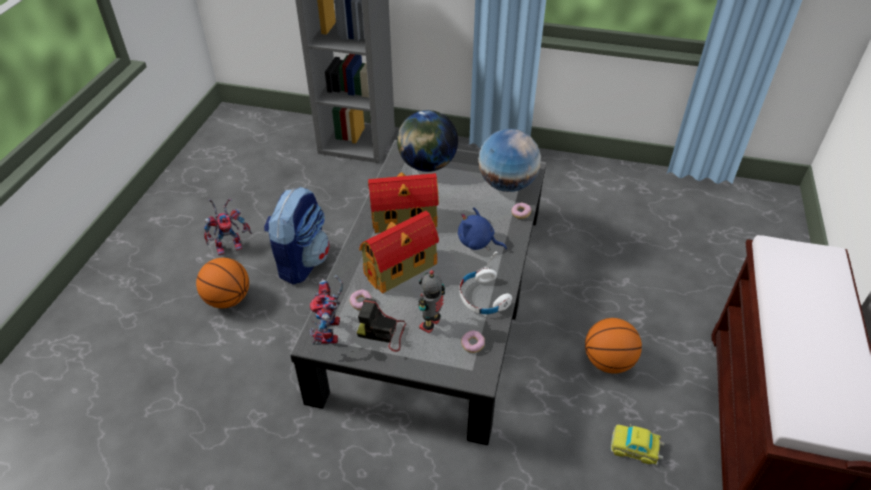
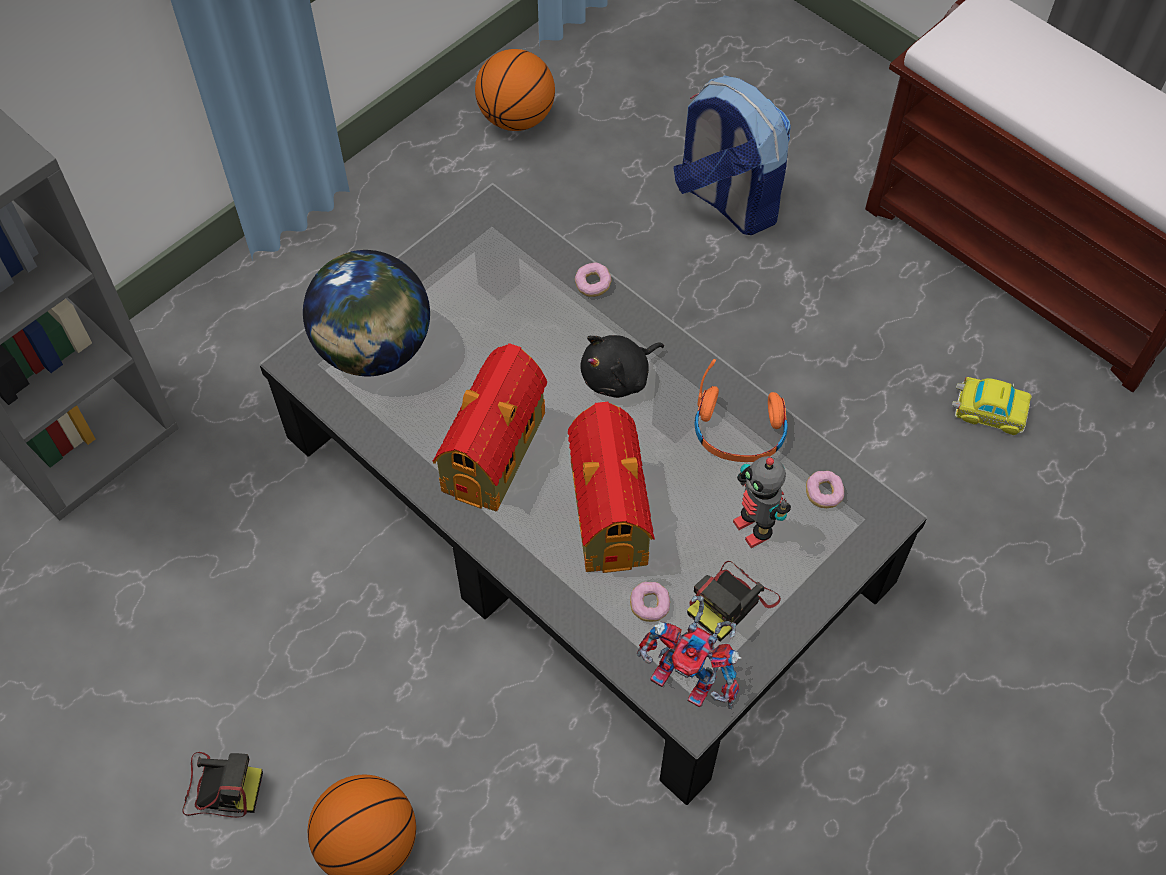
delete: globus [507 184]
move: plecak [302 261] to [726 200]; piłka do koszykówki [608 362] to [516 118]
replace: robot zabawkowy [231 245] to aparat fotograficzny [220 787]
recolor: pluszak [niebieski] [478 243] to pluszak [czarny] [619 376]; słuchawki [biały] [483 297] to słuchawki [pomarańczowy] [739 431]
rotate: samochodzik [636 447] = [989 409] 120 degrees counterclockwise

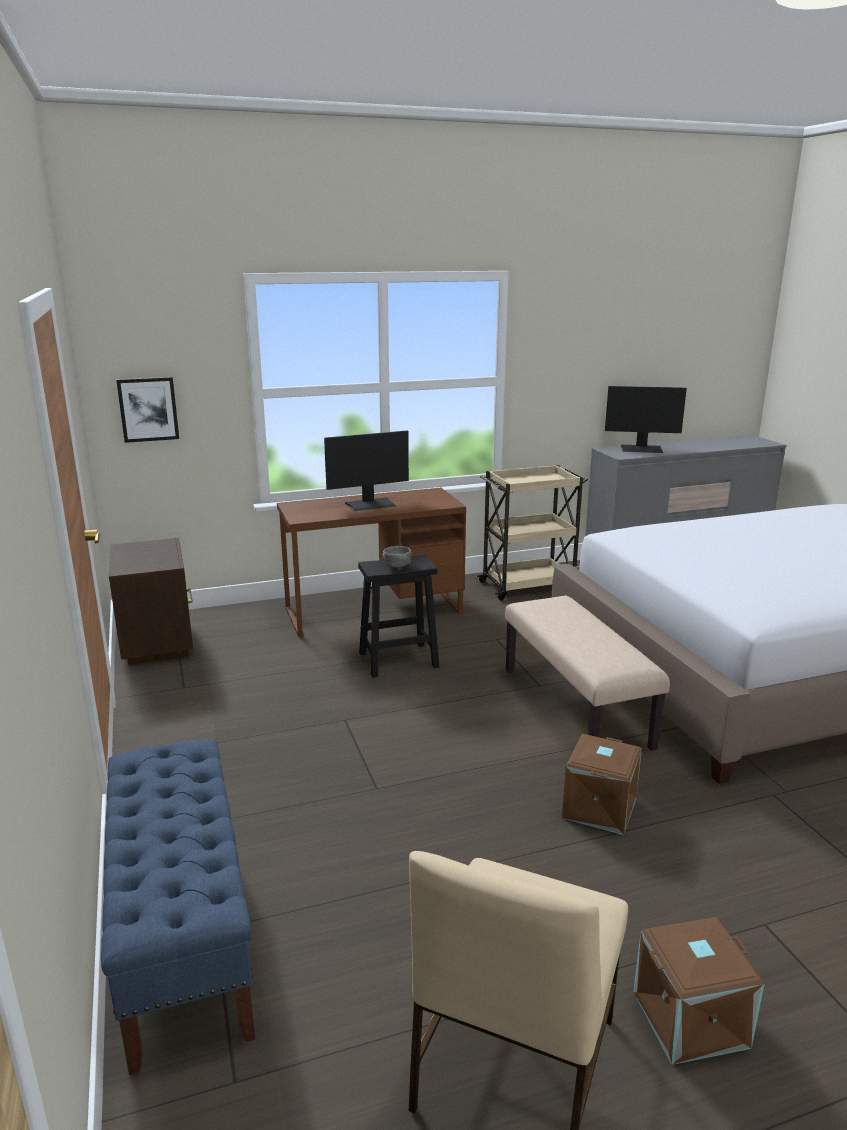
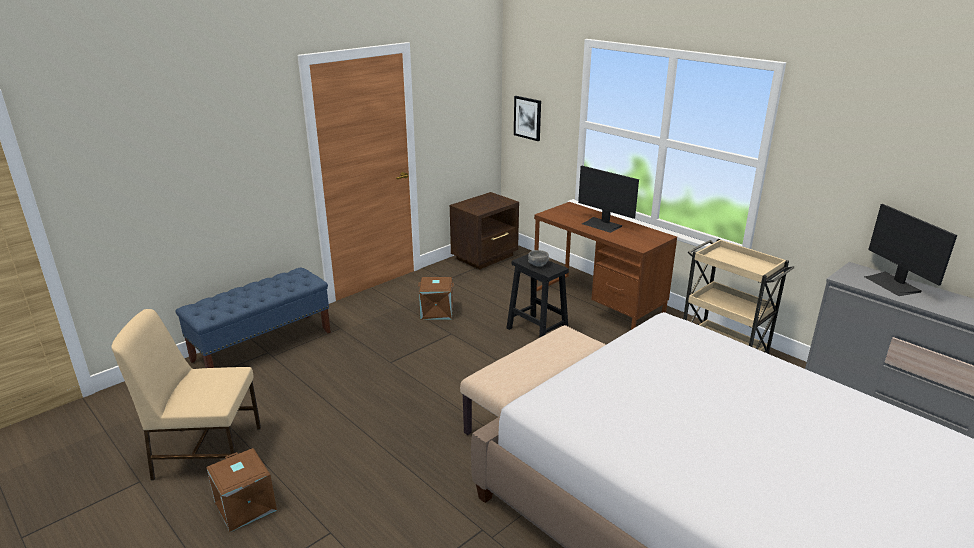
move: pojemnik do przechowywania [brązowy] [598 807] to [437 311]

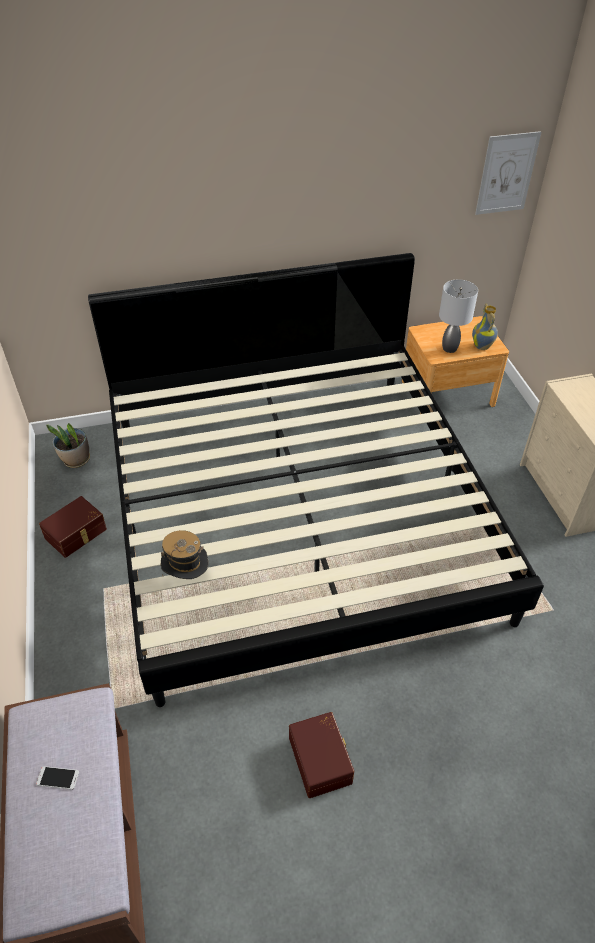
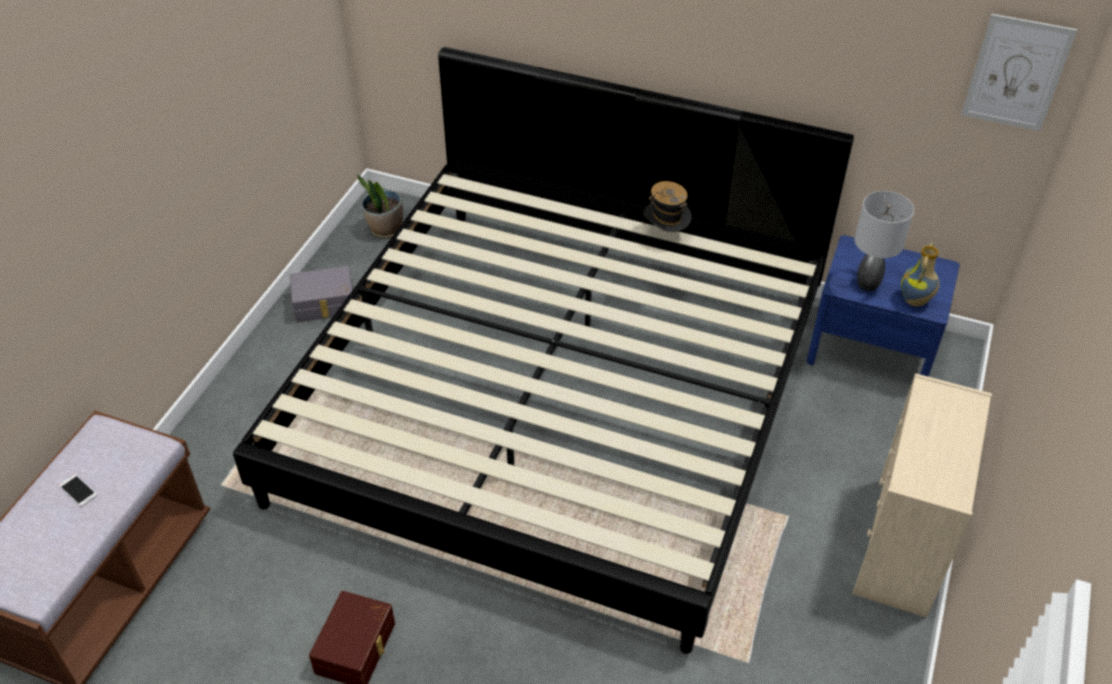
move: kapelusz [187 576] to [665 235]
recolor: pojemnik do przechowywania [brązowy] [77 534] to pojemnik do przechowywania [szary] [325 304]; szafka nocna [brązowy] [447 393] to szafka nocna [niebieski] [871 348]

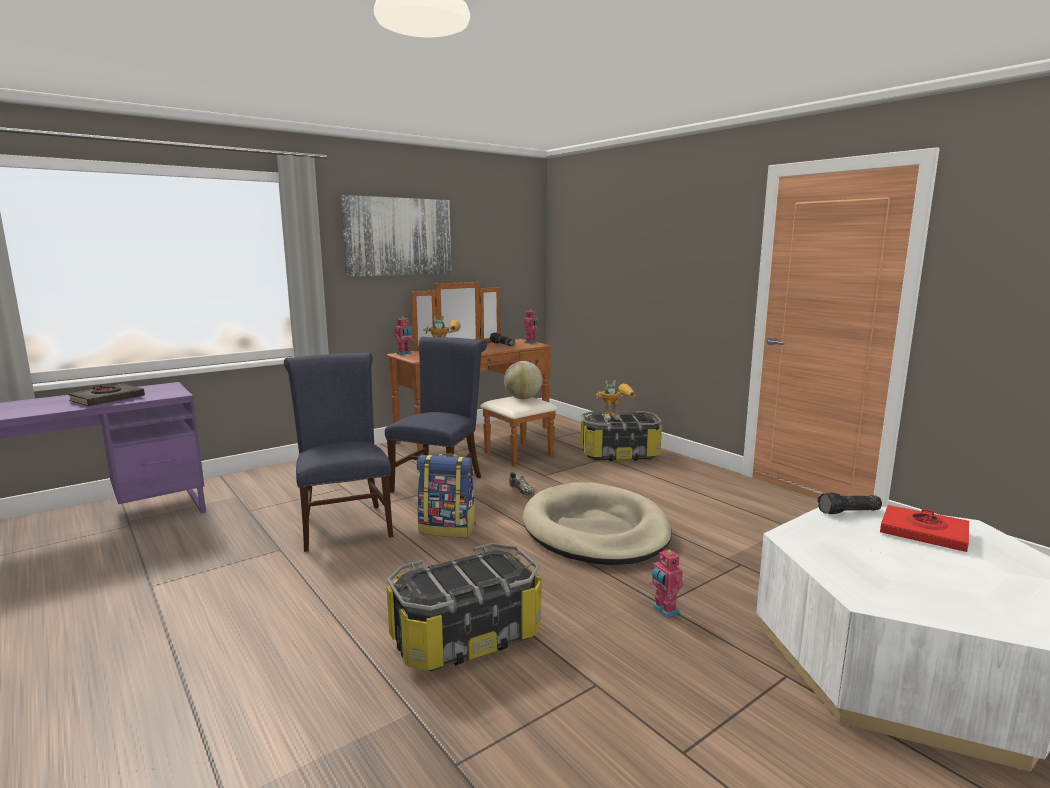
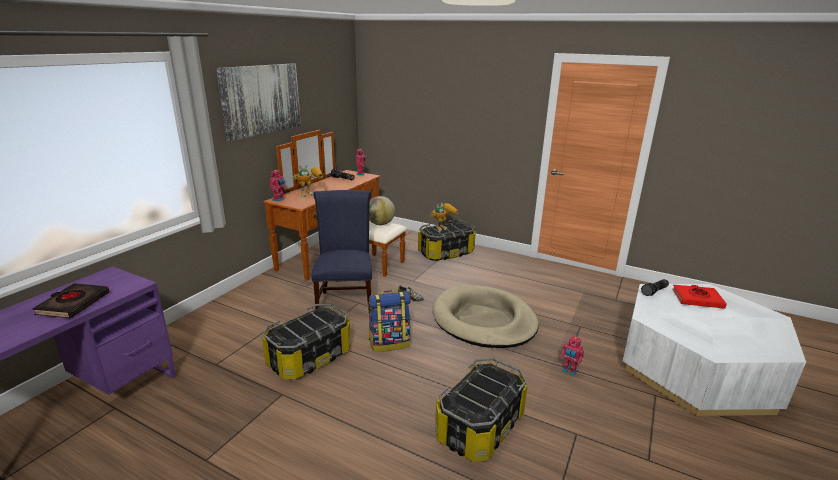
replace: krzesło [niebieski] [344 524] to pojemnik do przechowywania [309 357]

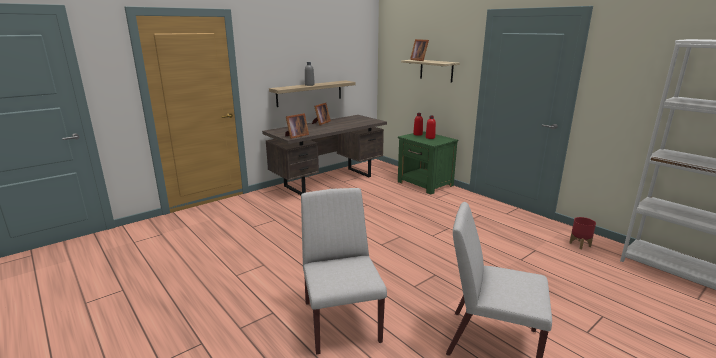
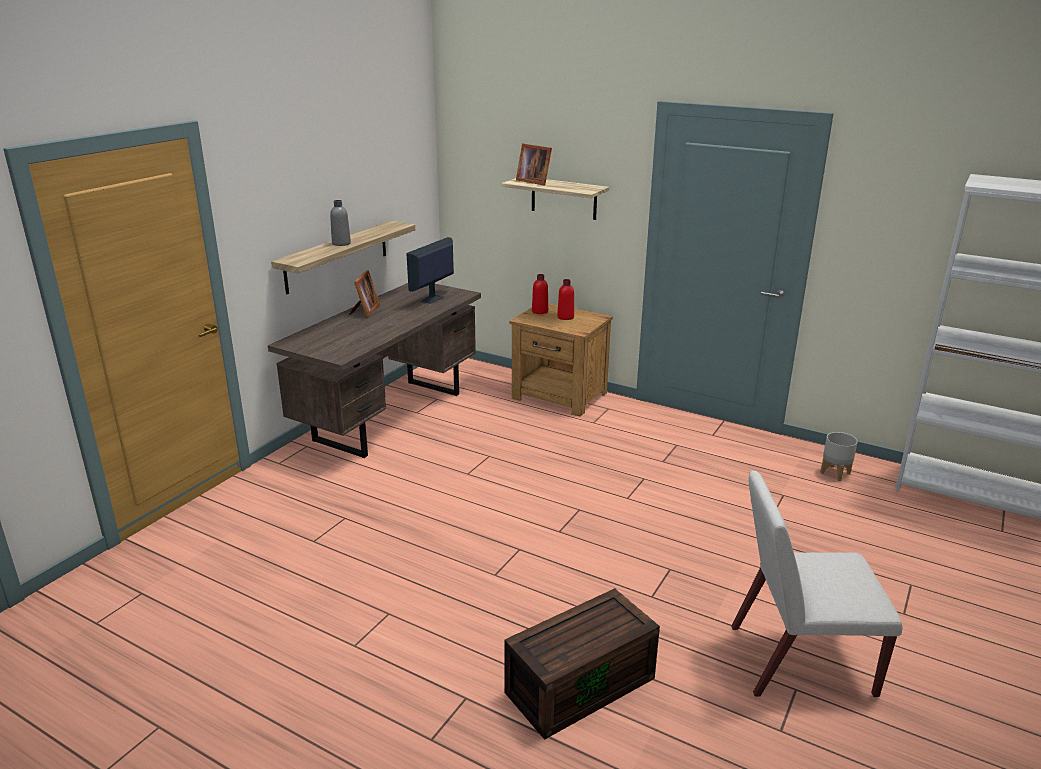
delete: ramka na zdjęcie [296 136]
insert: monitor [432 299]
replace: krzesło [biały] [341 321] to pojemnik do przechowywania [brązowy] [580 683]
recolor: szafka nocna [zielony] [425 184] to szafka nocna [brązowy] [560 396]; donica [czerwony] [580 245] to donica [szary] [835 473]

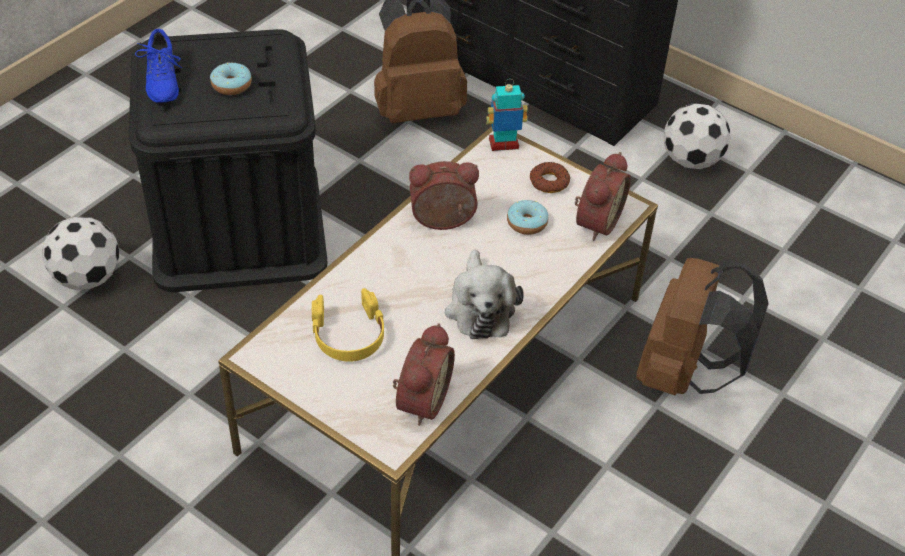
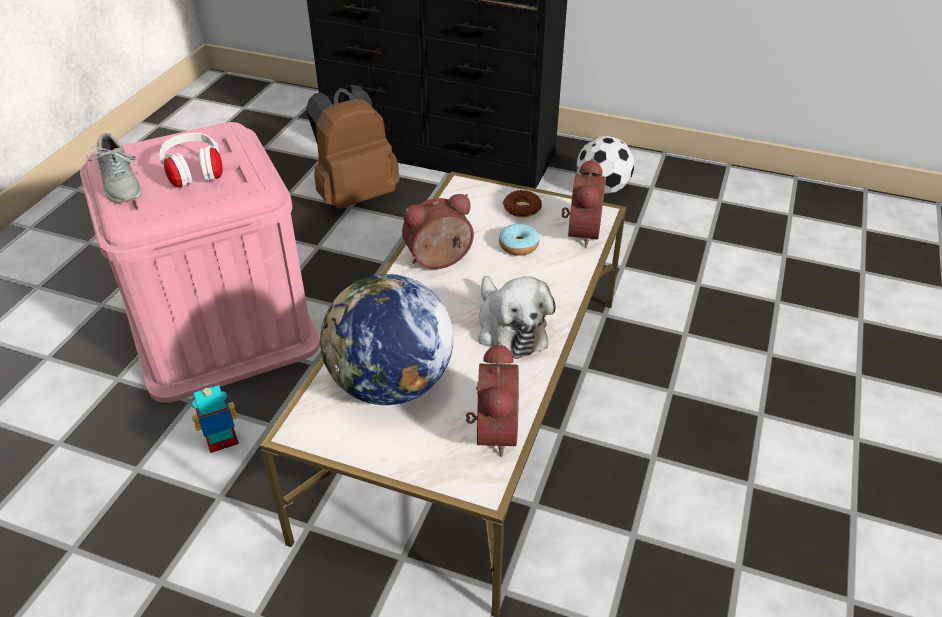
delete: piłka futbolowa [88 277]; plecak [brązowy] [683 373]
move: robot zabawkowy [504 145] to [222 442]
replace: donut [231 85] to słuchawki [biały] [195 174]; słuchawki [żółty] [348 334] to globus [390 384]
recolor: pojemnik do przechowywania [czarny] [238 225] to pojemnik do przechowywania [różowy] [221 325]; but [niebieski] [162 81] to but [szary] [120 184]

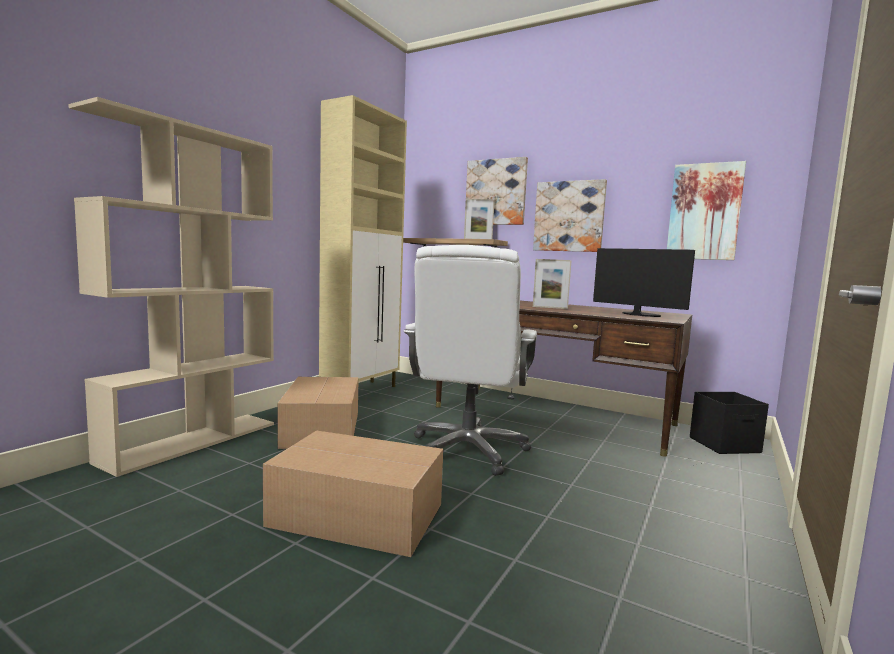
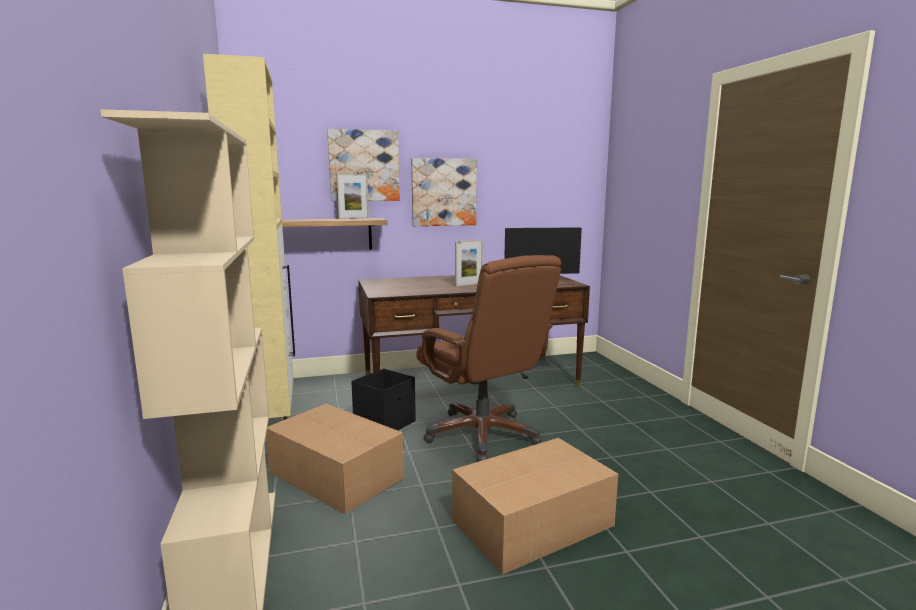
delete: obraz [704 212]
move: pojemnik do przechowywania [czarny] [725 445] to [385 423]
recolor: krzesło biurowe [biały] [468 450] to krzesło biurowe [brązowy] [483 435]

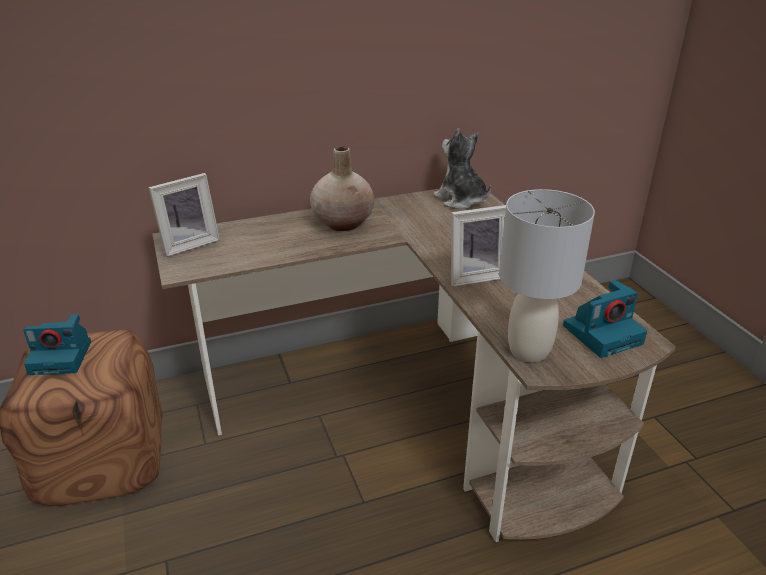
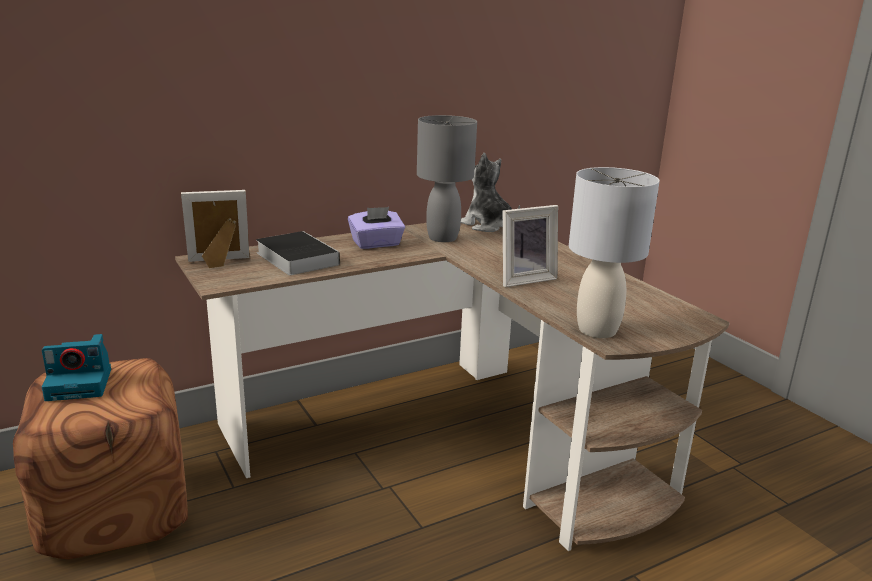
delete: aparat fotograficzny [603 333]
insert: książka [295 258]; lampa stołowa [szary] [443 238]
replace: wazon [beżowy] [343 223] to pudełko chusteczek [fioletowy] [376 244]
rotate: ramka na zdjęcie [188 244] = [219 262] 150 degrees counterclockwise

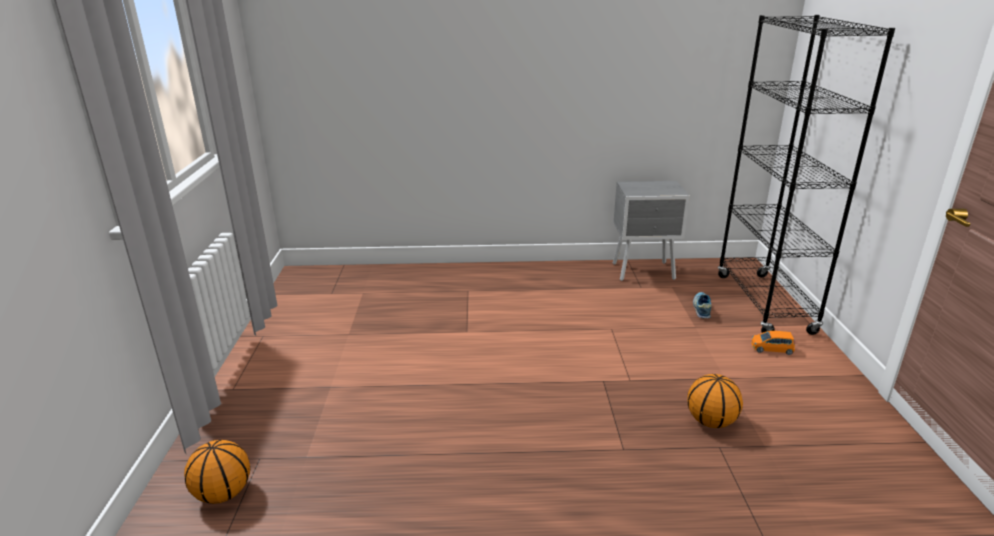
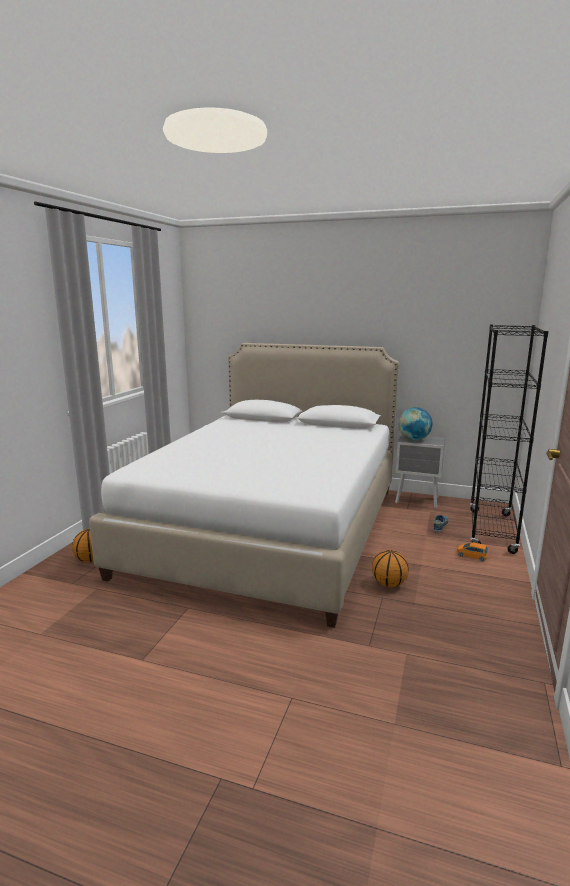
insert: łóżko [biały] [270 528]; globus [414 439]

